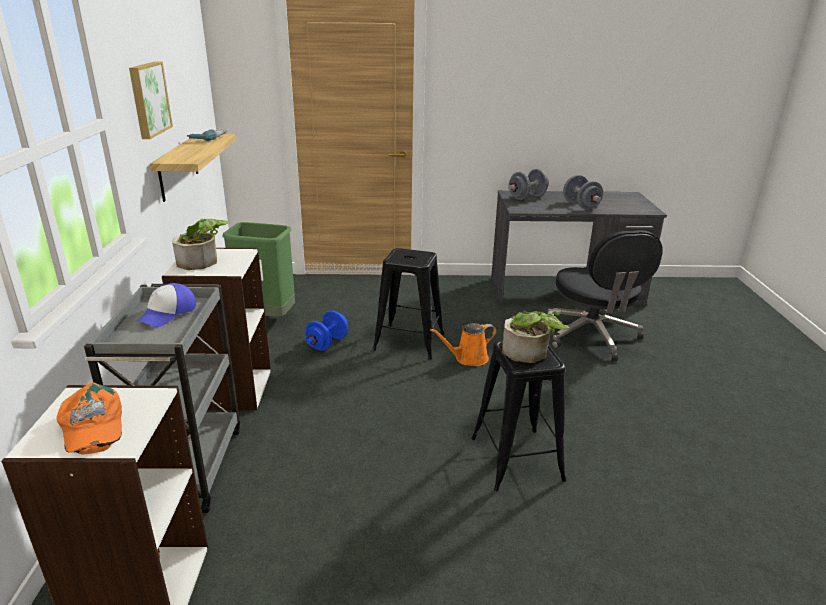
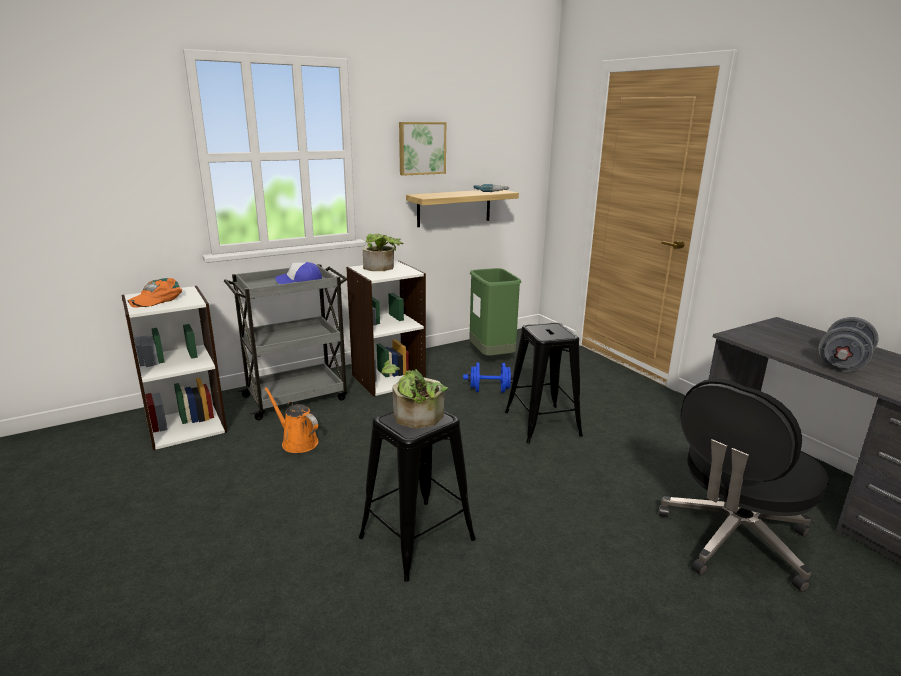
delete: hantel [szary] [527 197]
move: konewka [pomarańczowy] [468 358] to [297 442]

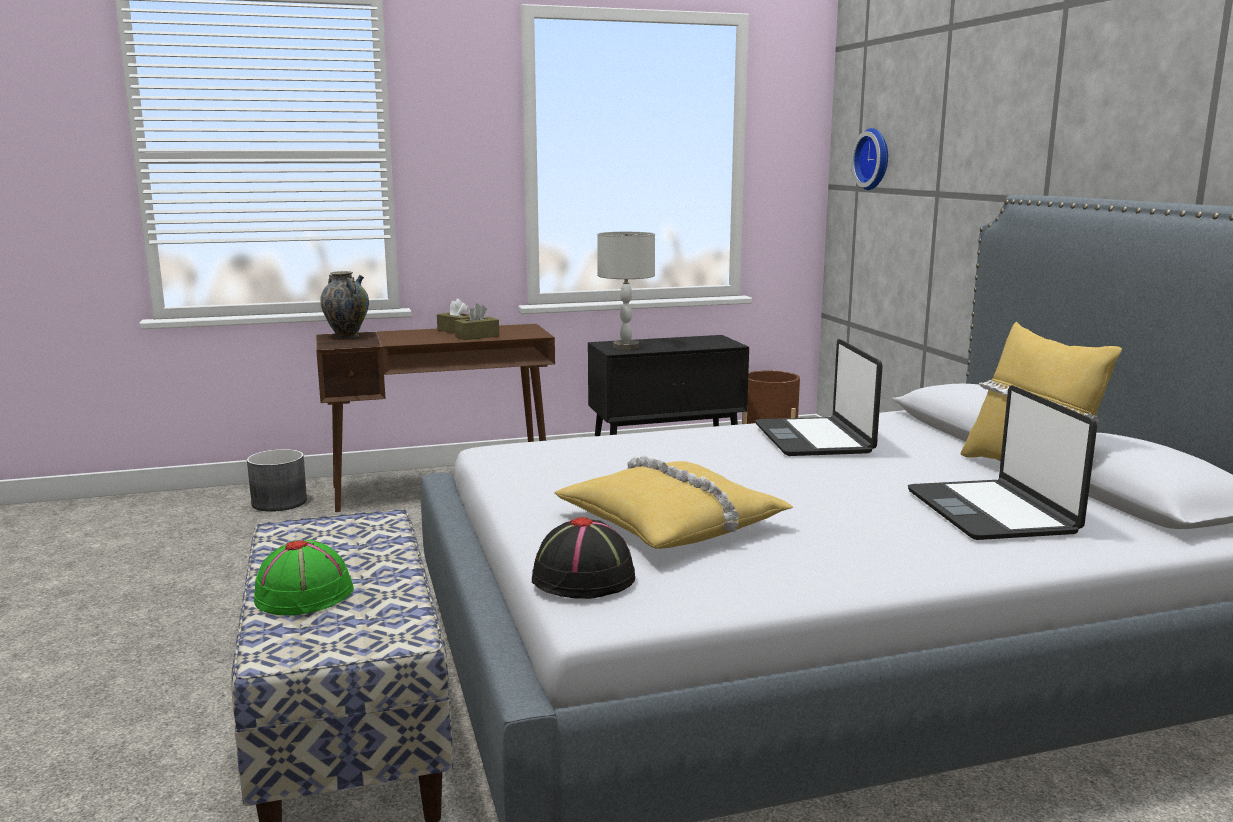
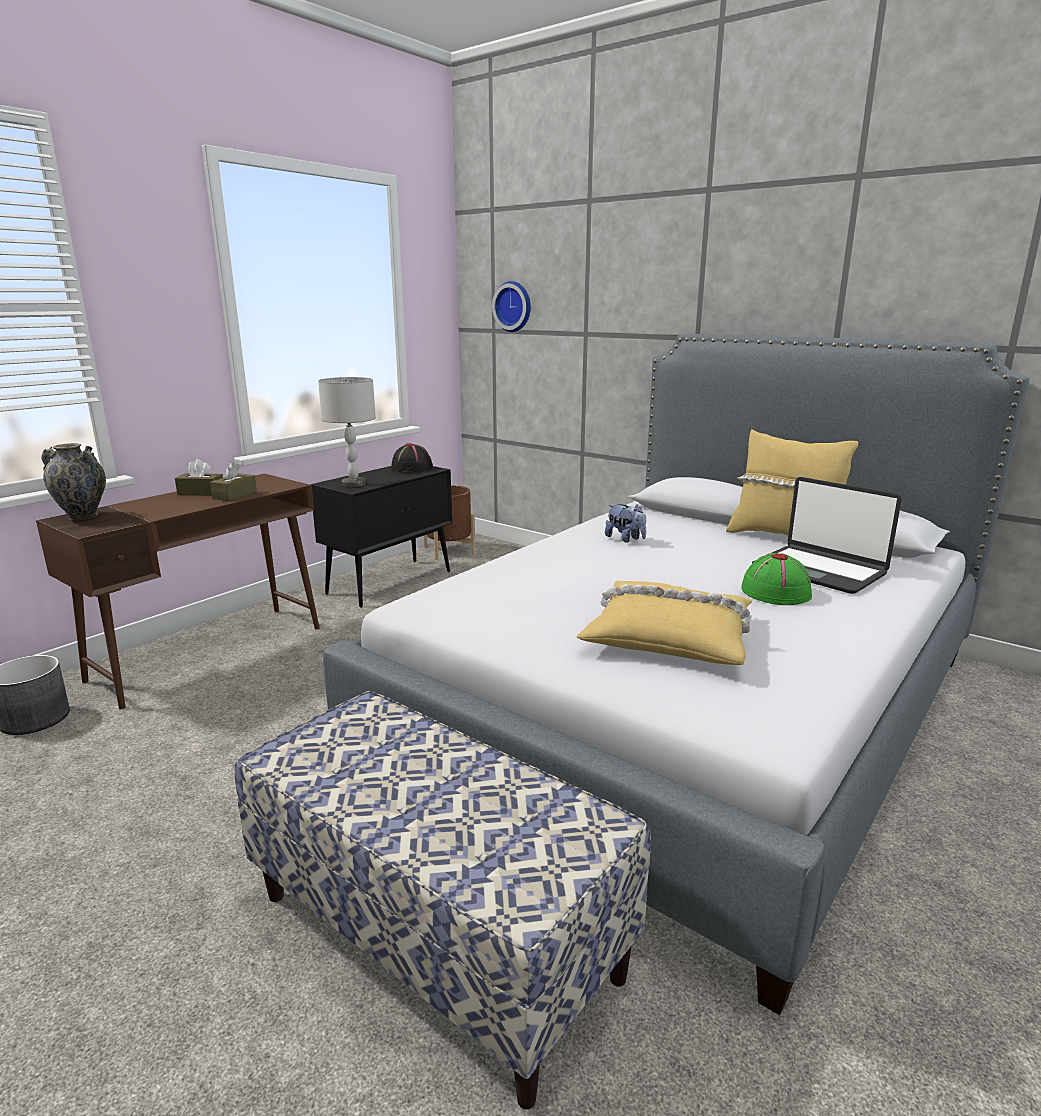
move: kapelusz [zielony] [304 594] to [775 591]; kapelusz [czarny] [584 578] to [412 468]
replace: laptop [814 439] to pluszak [625 539]

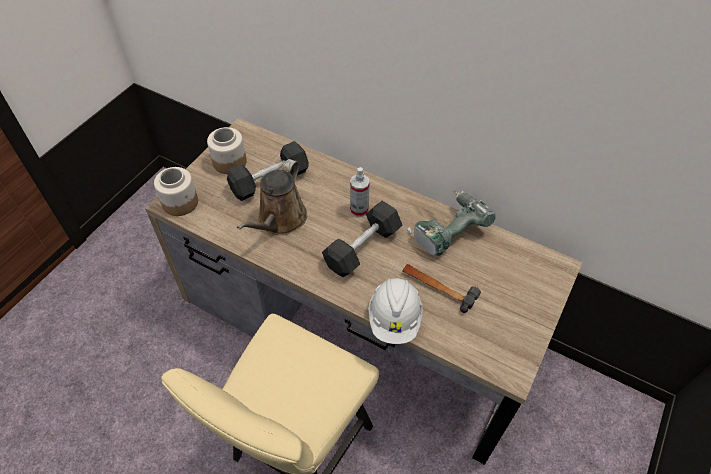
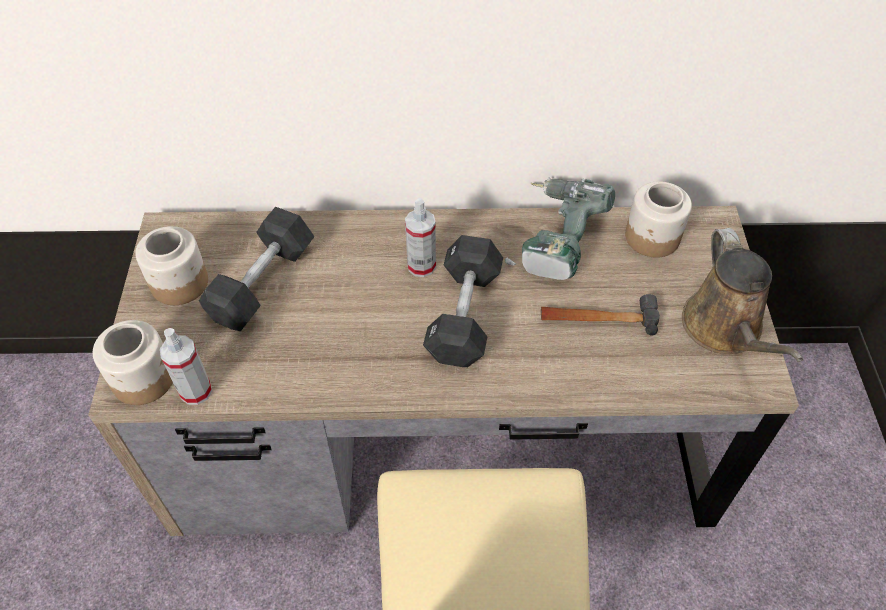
delete: kask [biały] [394 319]
insert: spryskiwacz [196 391]; słoik [652 238]
move: konewka [brązowy] [280 220] to [725 329]

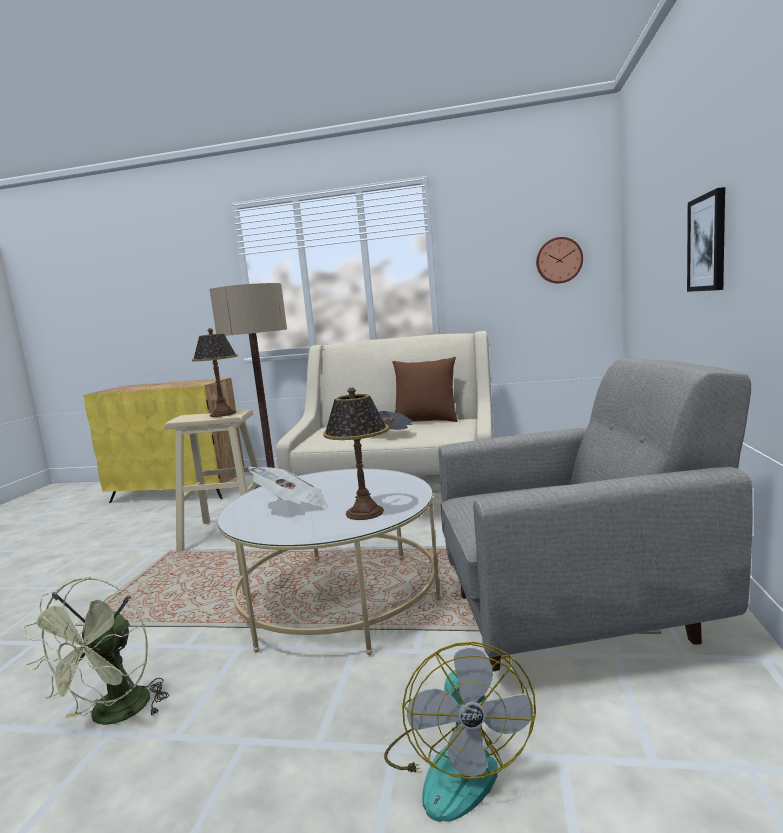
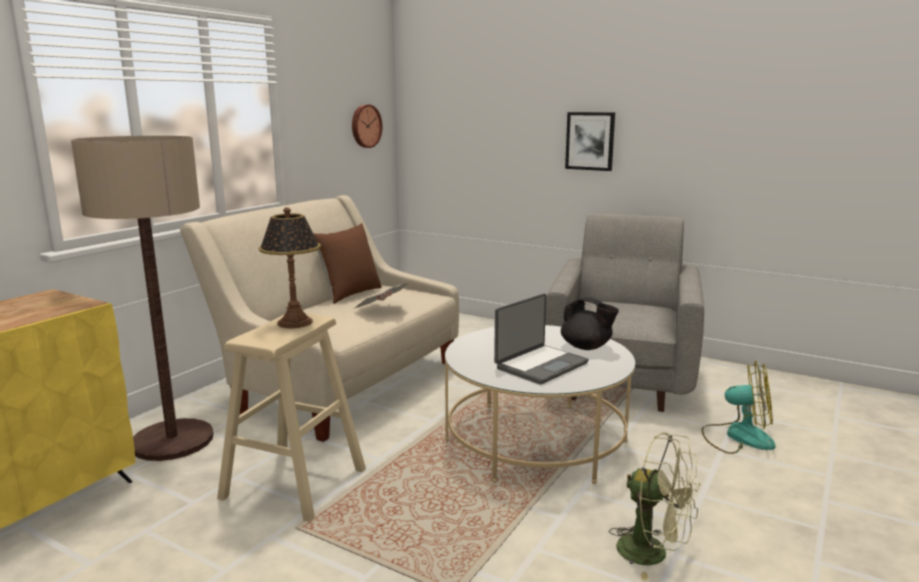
replace: gazeta [292 505] to laptop [540 365]; lampa stołowa [364 512] to imbryk [czarny] [586 347]

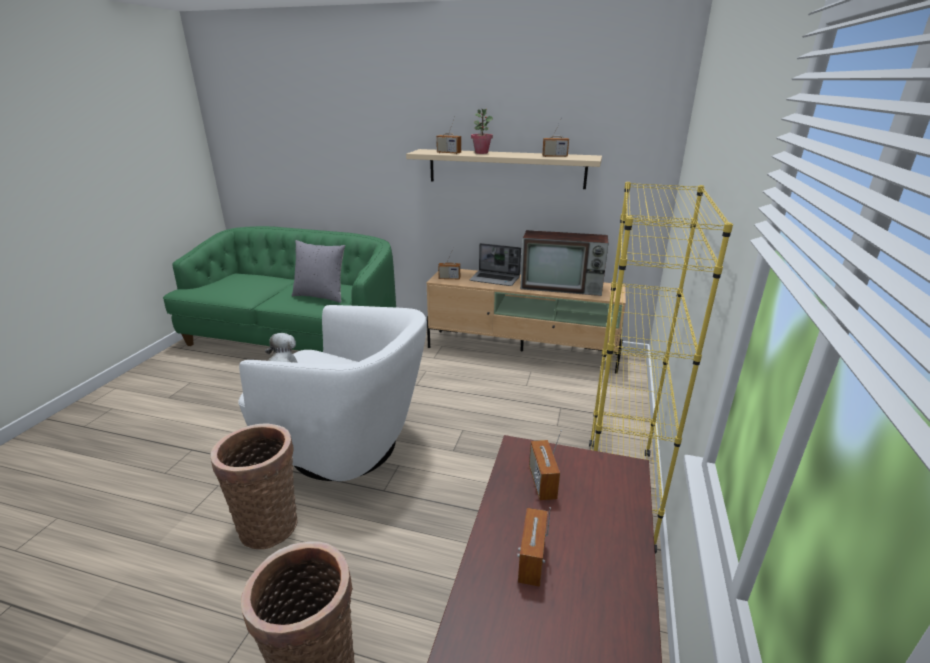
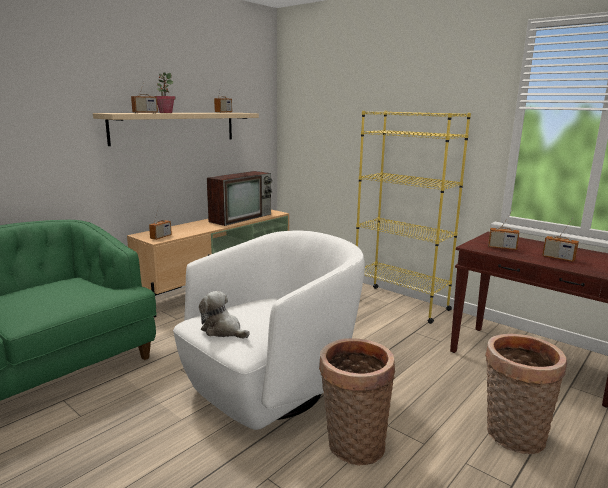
delete: poduszka [szary] [321 296]; laptop [495 279]

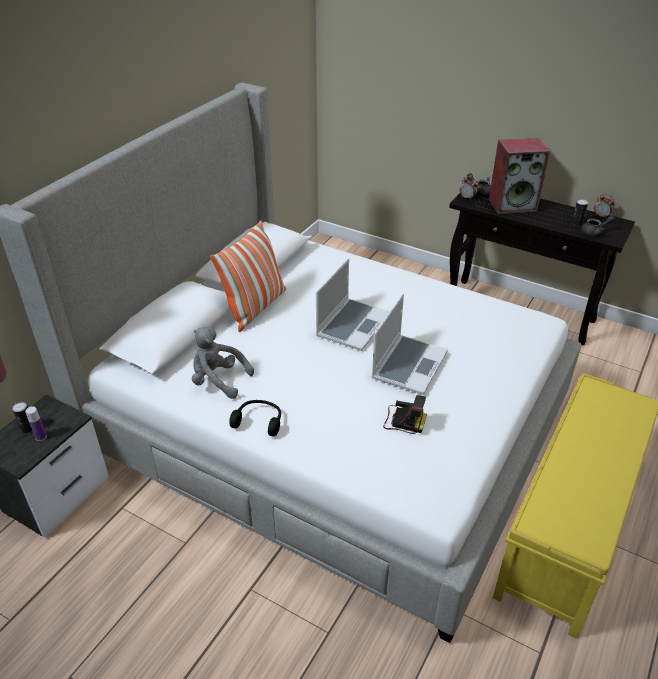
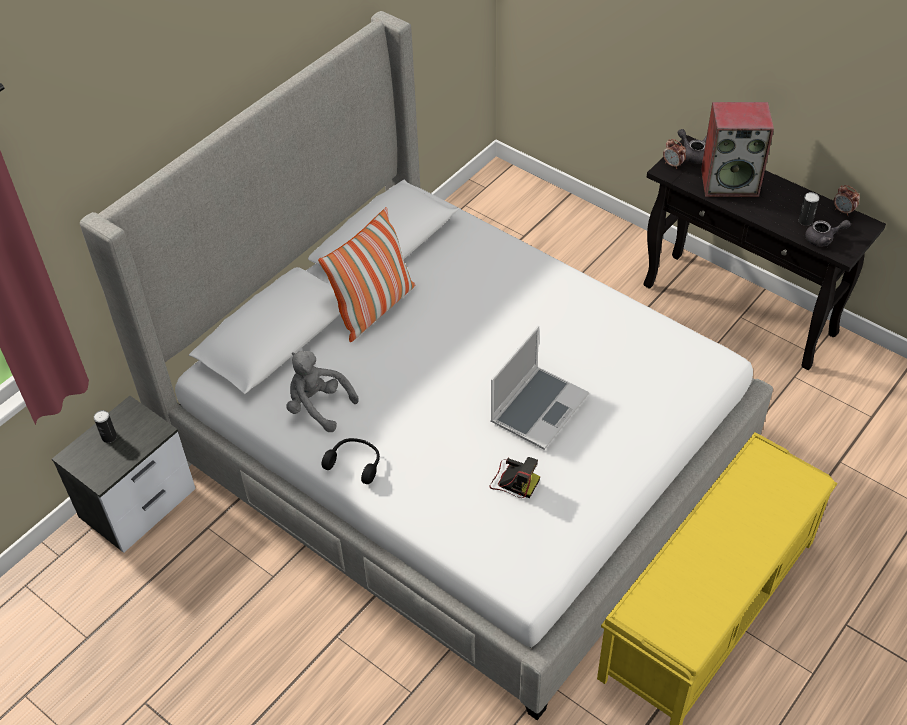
delete: butelka [41 437]; laptop [352 325]

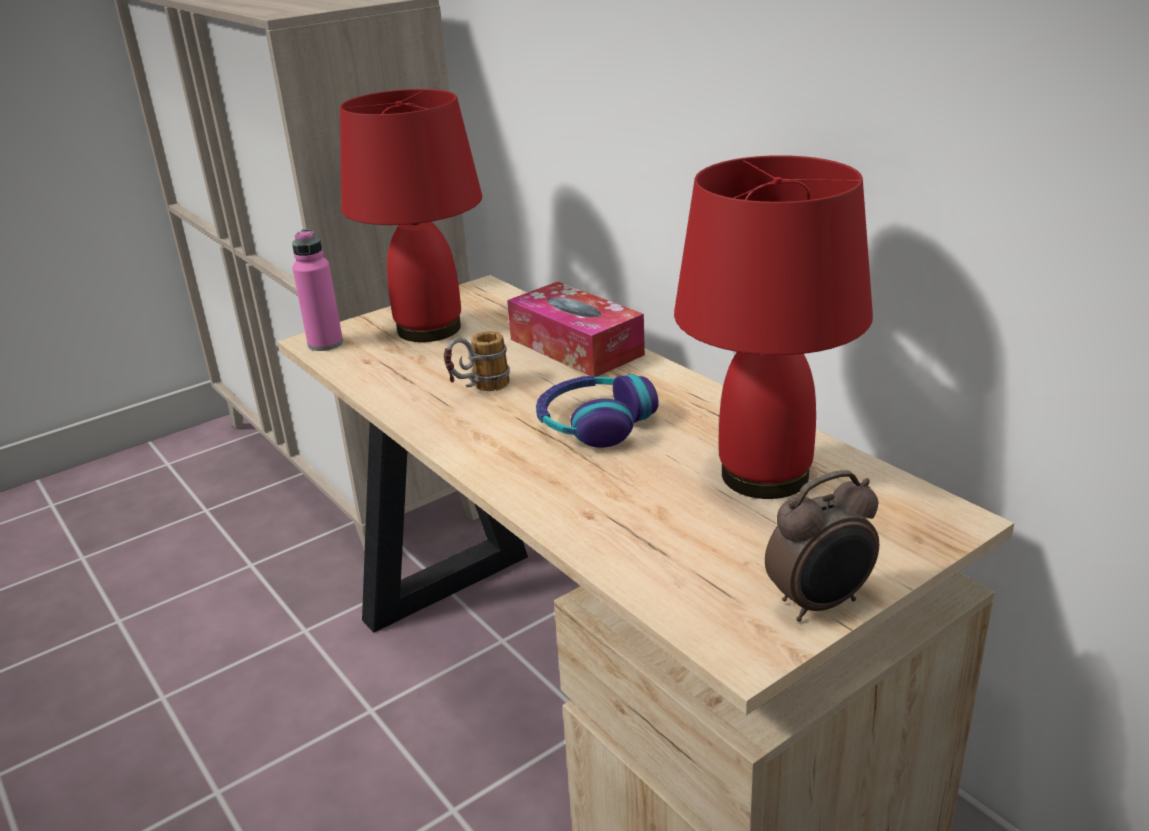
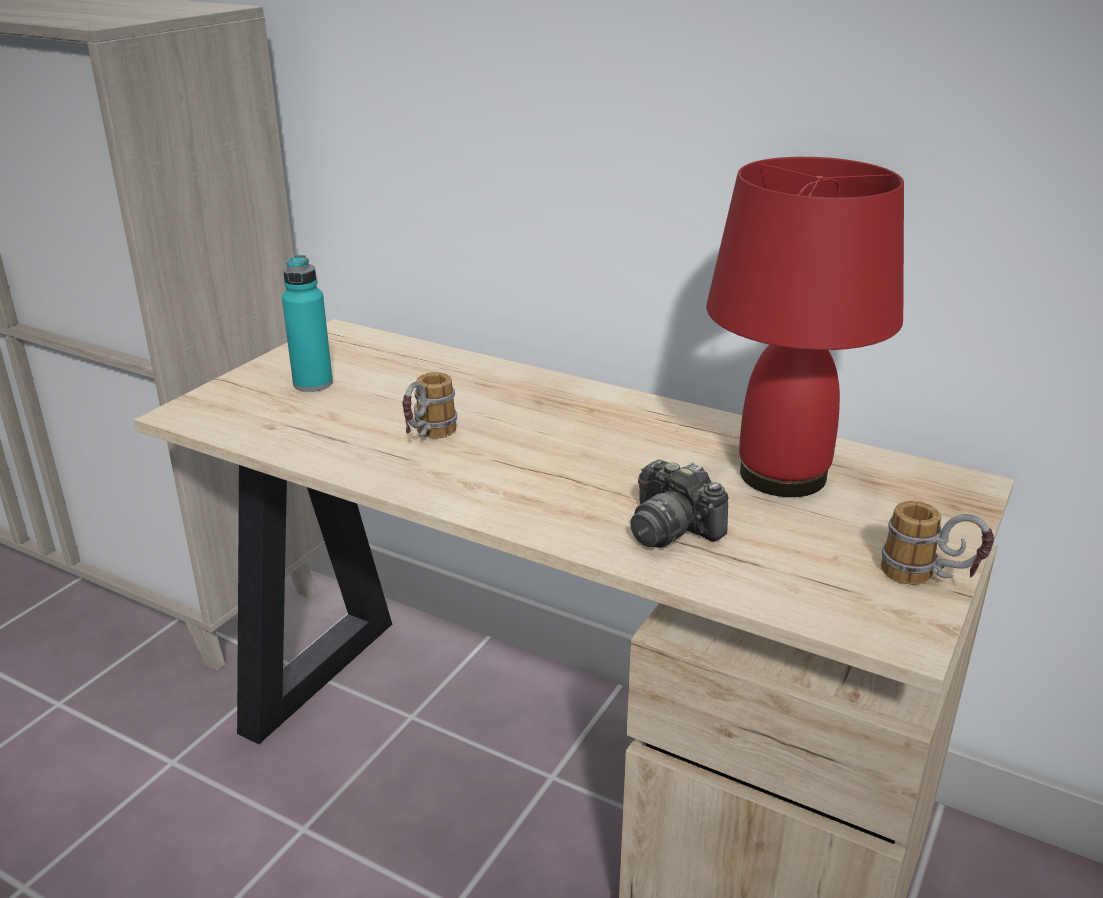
delete: butelka [różowy] [325 344]; pudełko chusteczek [576 347]; słuchawki [594 423]
insert: aparat fotograficzny [671 528]
replace: lampa stołowa [czerwony] [427 329] to butelka [turkusowy] [313 383]; budzik [820 604] to kubek [929 580]

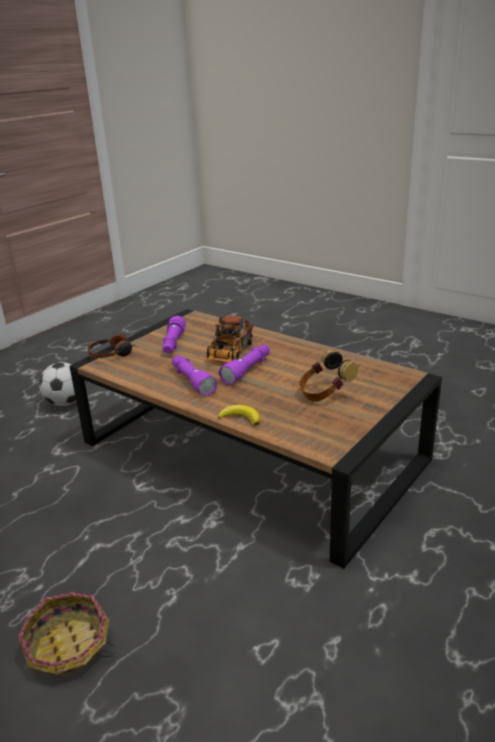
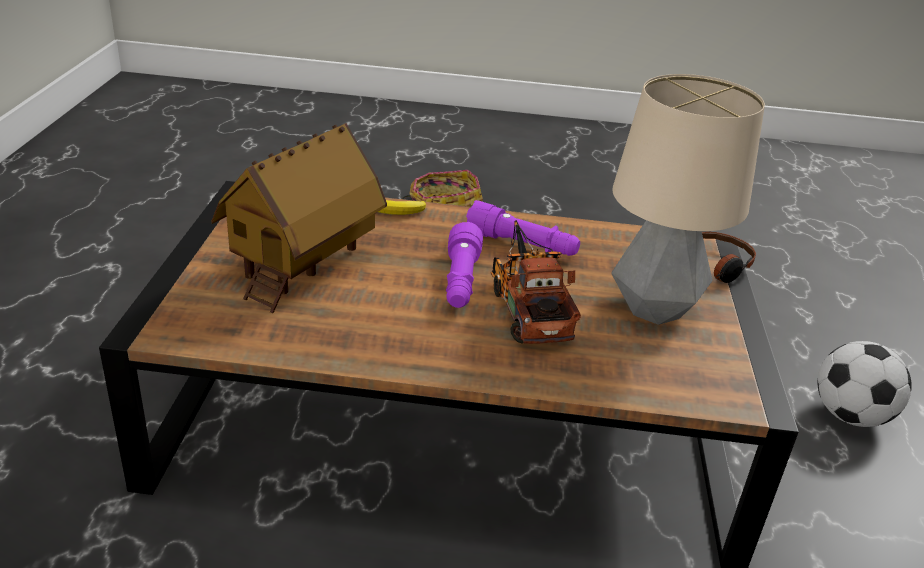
replace: latarka [fioletowy] [173 344] to lampa stołowa [654 309]; słuchawki [324 394] to domek [303 265]

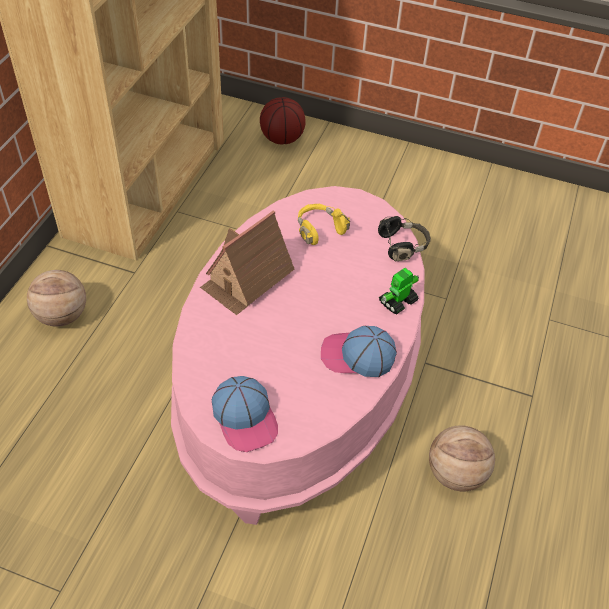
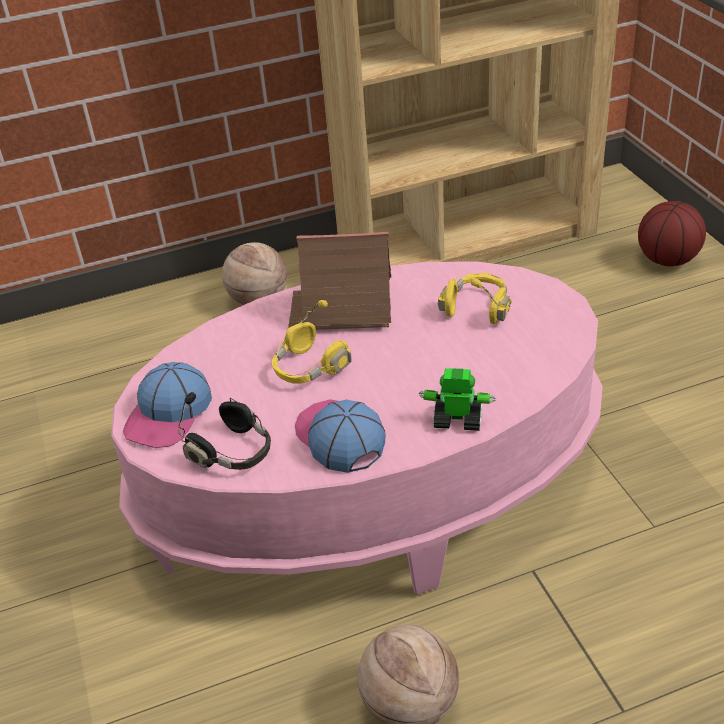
insert: słuchawki [żółty] [309 368]
move: słuchawki [czarny] [403 246] to [234 452]

